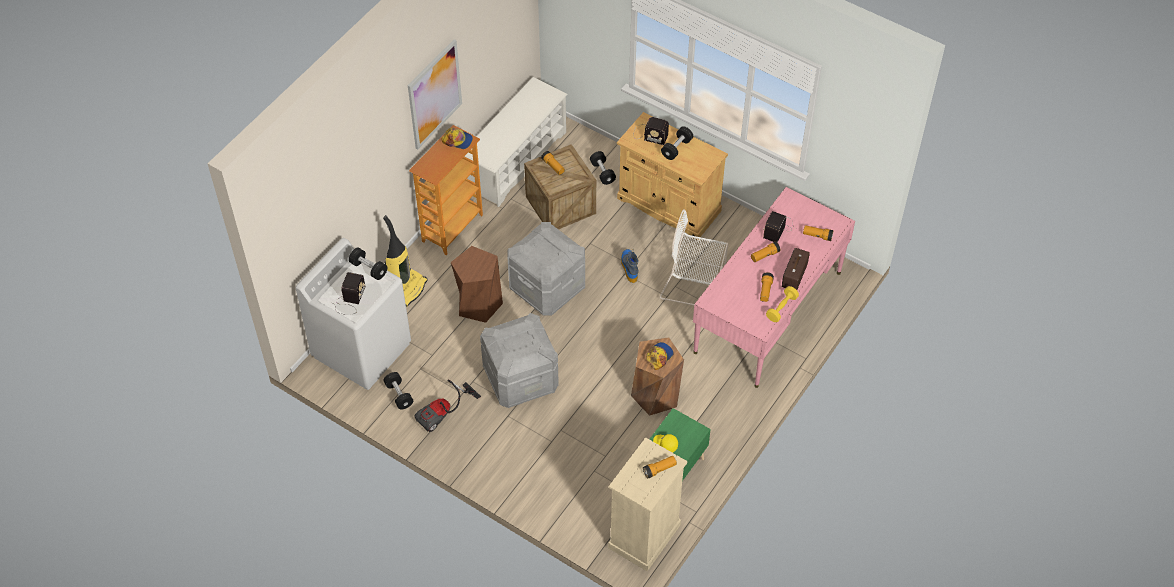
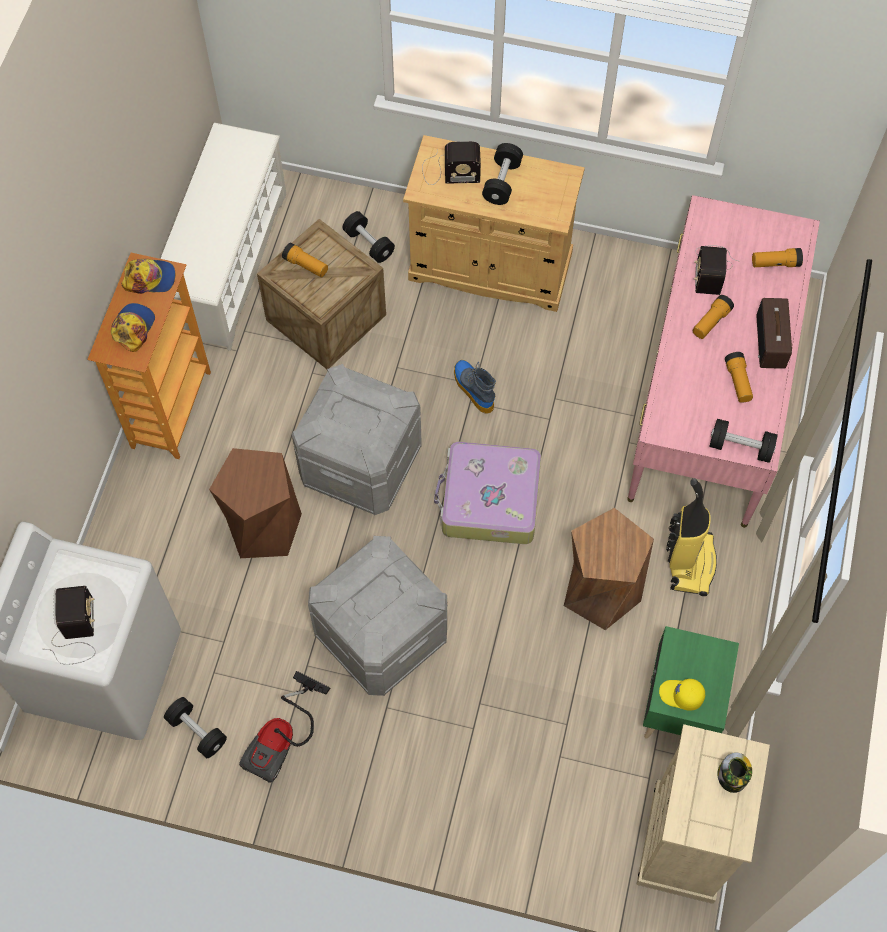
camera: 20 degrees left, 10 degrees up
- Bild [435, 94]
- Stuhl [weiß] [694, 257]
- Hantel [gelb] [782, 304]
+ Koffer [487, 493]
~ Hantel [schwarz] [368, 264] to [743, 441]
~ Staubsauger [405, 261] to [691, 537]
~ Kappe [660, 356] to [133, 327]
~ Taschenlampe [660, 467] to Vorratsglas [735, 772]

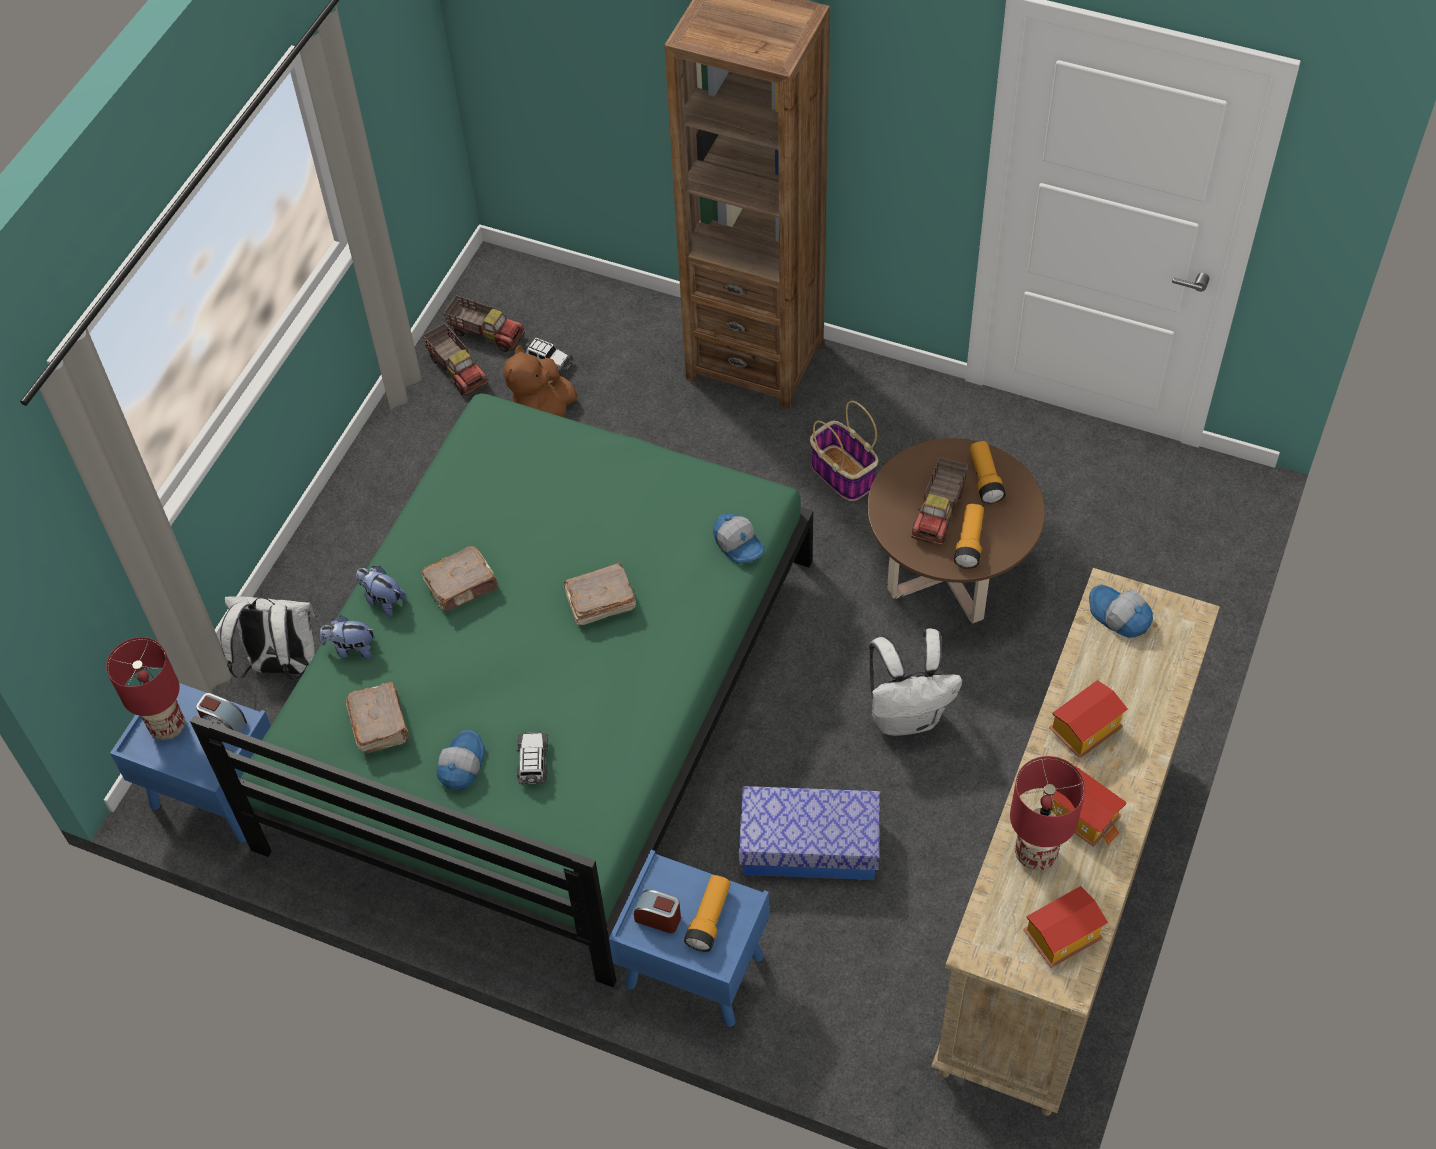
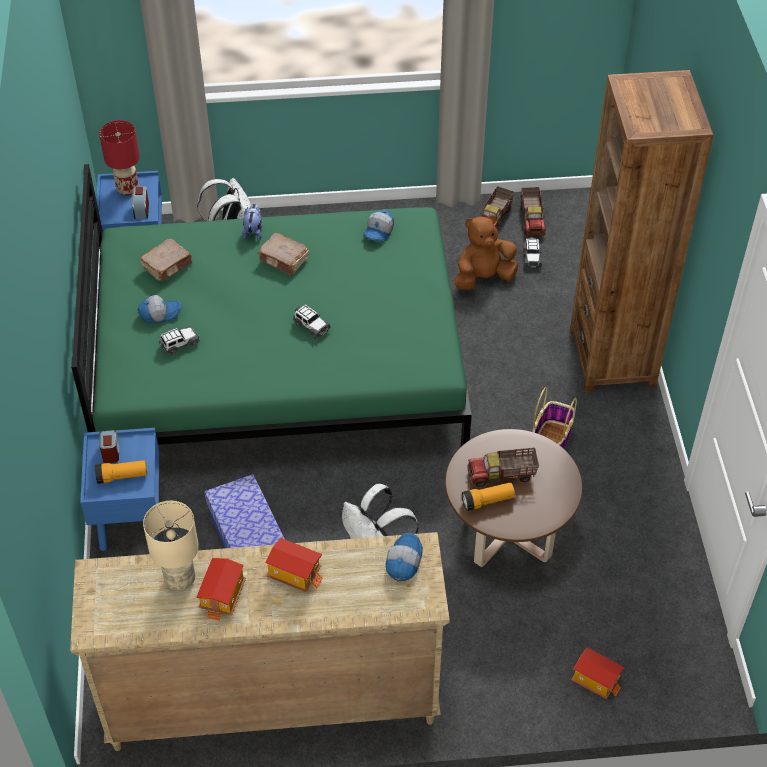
camera: 60 degrees right, 5 degrees down
- Plüschtier [347, 637]
- Taschenlampe [988, 472]
~ Kappe [739, 539] to [378, 226]
~ Spielzeughaus [1066, 927] to [597, 673]
~ Buch [braun] [599, 594] to Spielzeugauto [312, 322]
~ Tischlampe [rot] [1047, 813] to Tischlampe [beige] [171, 545]

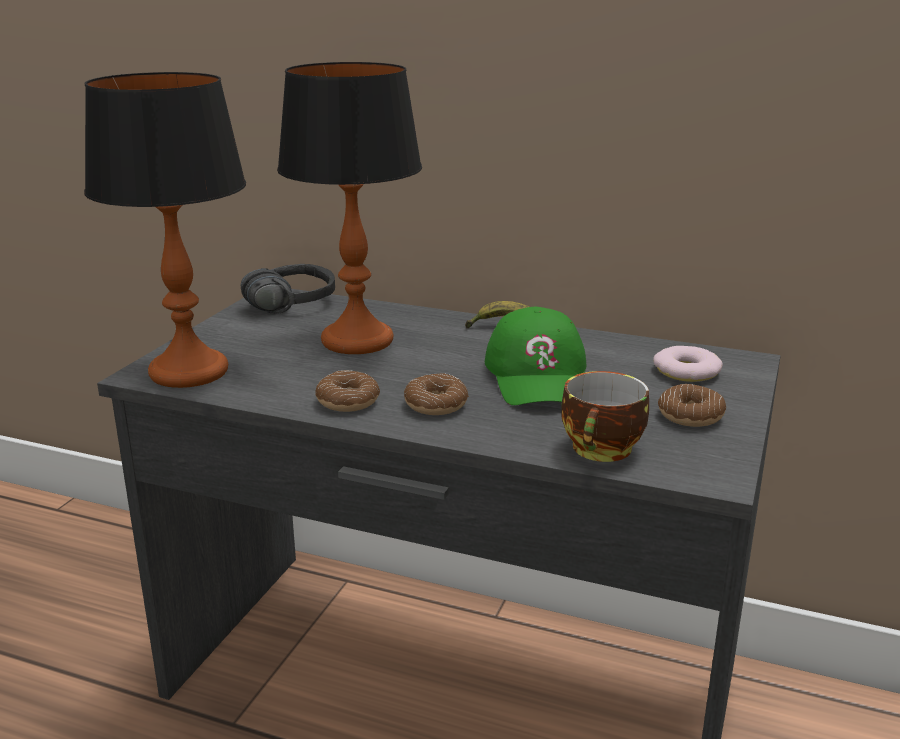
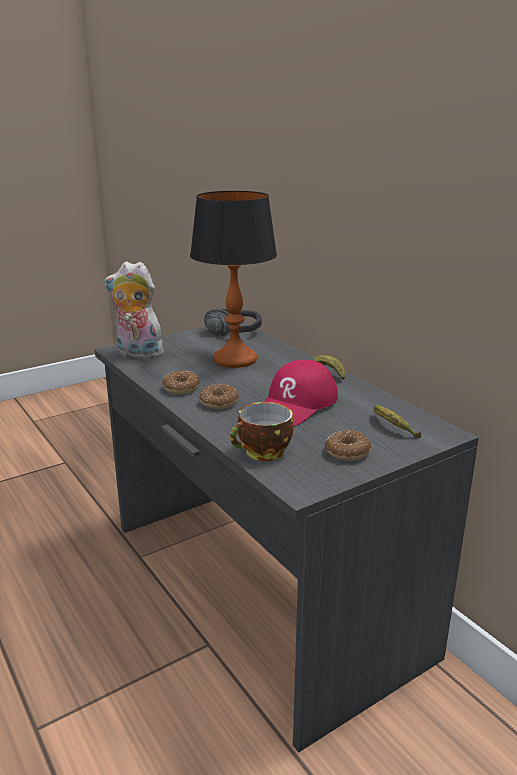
camera: 35 degrees right, 0 degrees up
~ Tischlampe [165, 230] to Plüschtier [135, 310]
~ Donut [688, 364] to Banane [397, 421]
~ Kappe [grün] [535, 356] to Kappe [rot] [301, 393]

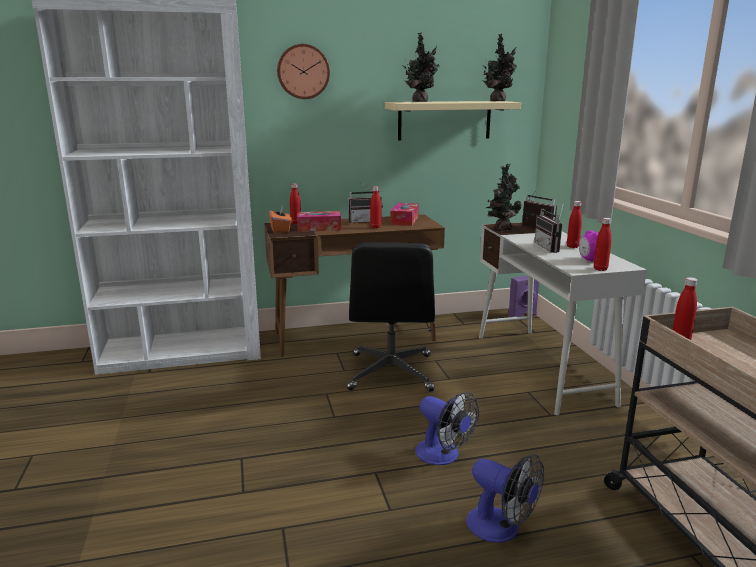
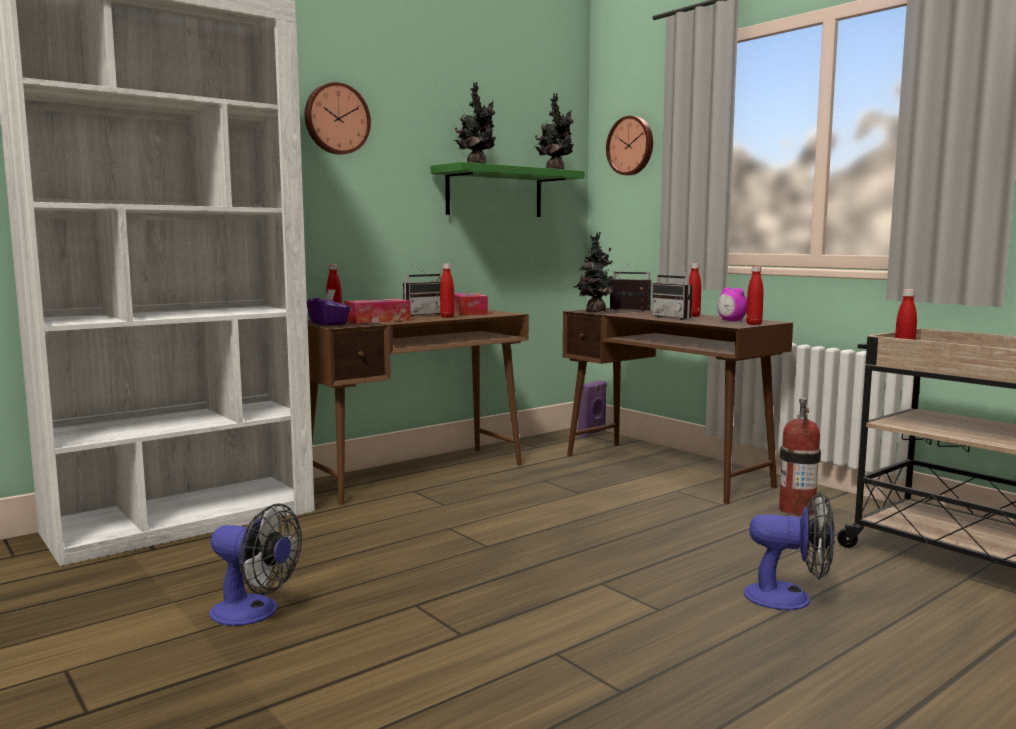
camera: 25 degrees left, 10 degrees down
- Bürostuhl [schwarz] [391, 317]
+ Wanduhr [629, 145]
+ Feuerlöscher [800, 456]
~ Ventilator [447, 428] to [255, 564]
~ Taschentuchbox [orange] [280, 219] to Taschentuchbox [lila] [328, 307]
~ Wandregal [beige] [453, 121] to Wandregal [grün] [507, 189]
~ Schreibtisch [weiß] [563, 319] to Schreibtisch [braun] [678, 406]

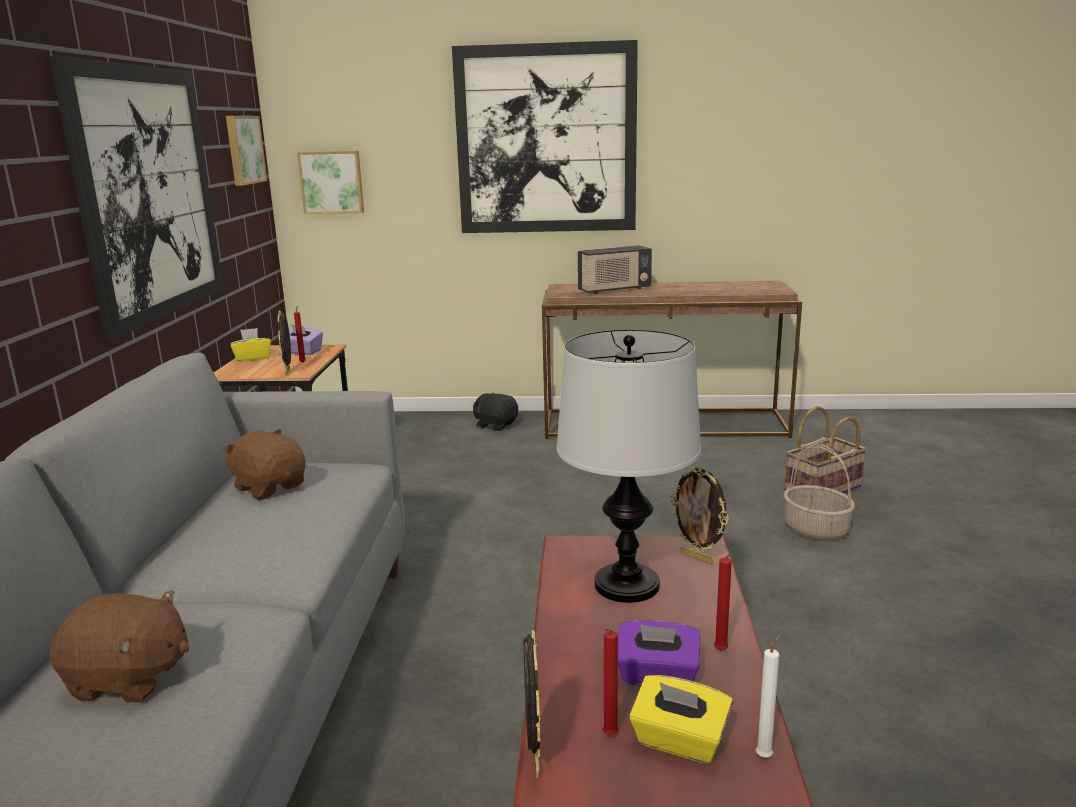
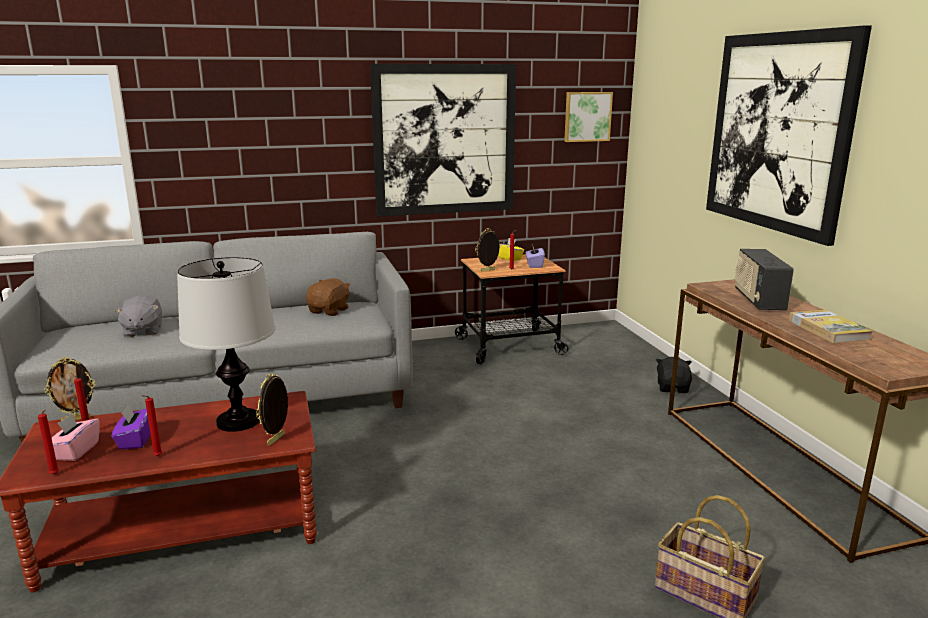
camera: 70 degrees right, 0 degrees up
- Bild [330, 182]
- Korb [819, 492]
+ Buch [831, 326]
~ Plüschtier [braun] [119, 646] to Plüschtier [grau] [138, 316]
~ Taschentuchbox [gelb] [681, 719] to Taschentuchbox [rosa] [76, 437]
~ Kerze [weiß] [768, 695] to Kerze [rot] [48, 442]
~ Radio [615, 269] = [764, 279] 45 degrees clockwise

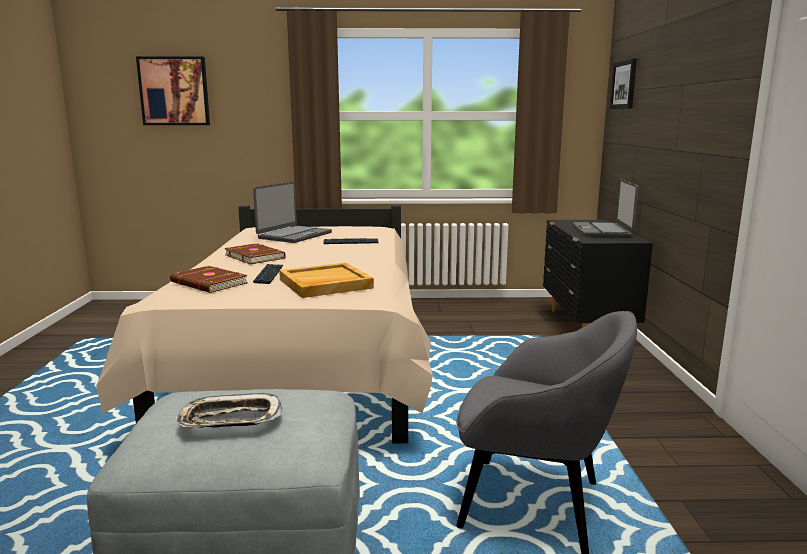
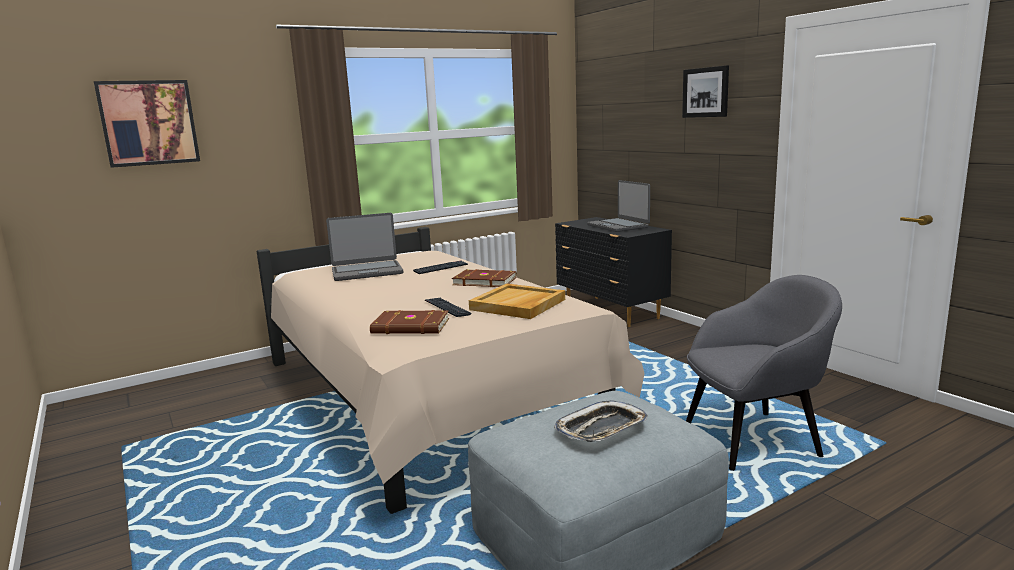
camera: 30 degrees left, 0 degrees up
~ Buch [braun] [255, 253] to [484, 278]
~ Bild [623, 83] to [705, 91]
~ Laptop [292, 212] = [364, 247] 75 degrees clockwise

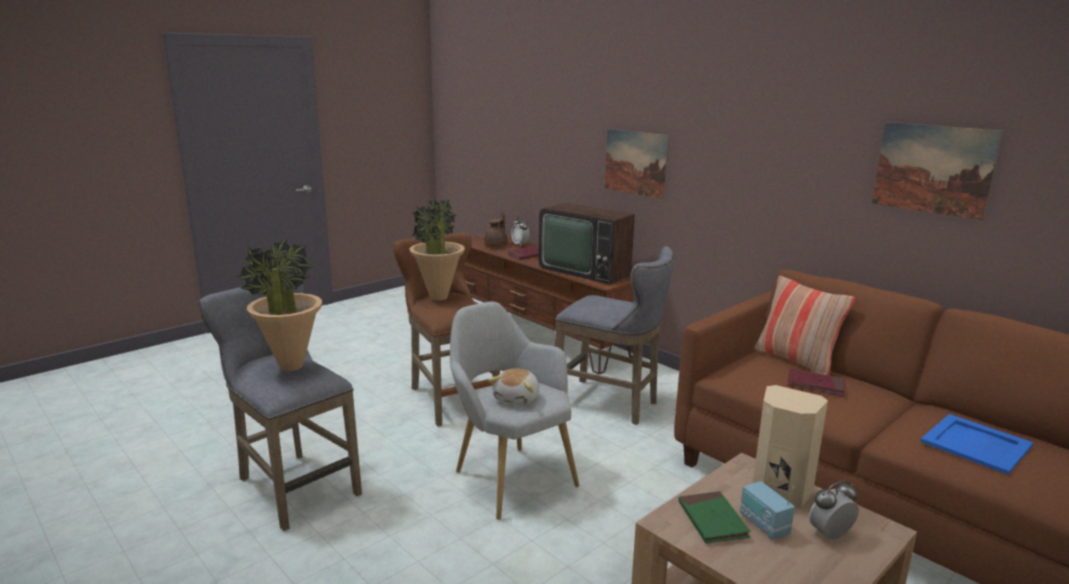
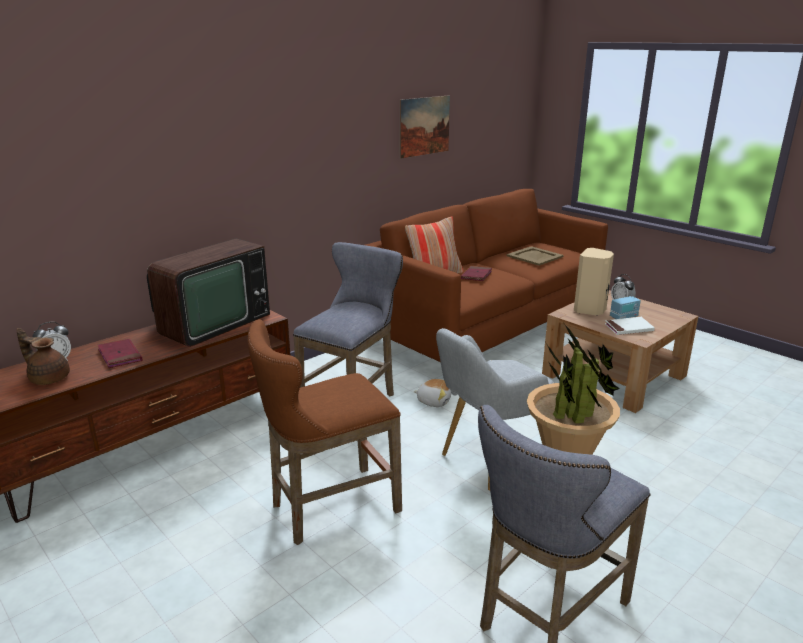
camera: 90 degrees left, 5 degrees up
- Topfpflanze [437, 248]
- Bild [637, 164]
~ Plüschtier [513, 387] to [432, 393]
~ Buch [grün] [714, 517] to Buch [weiß] [630, 326]
~ Tablett [blau] [977, 444] to Tablett [beige] [535, 256]

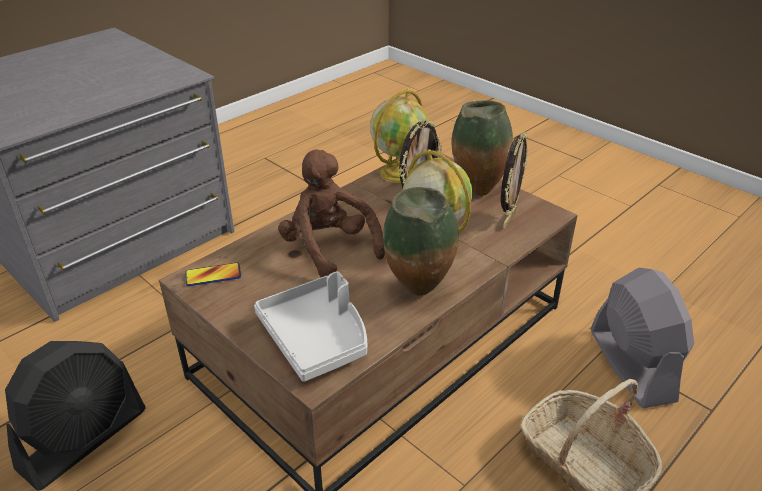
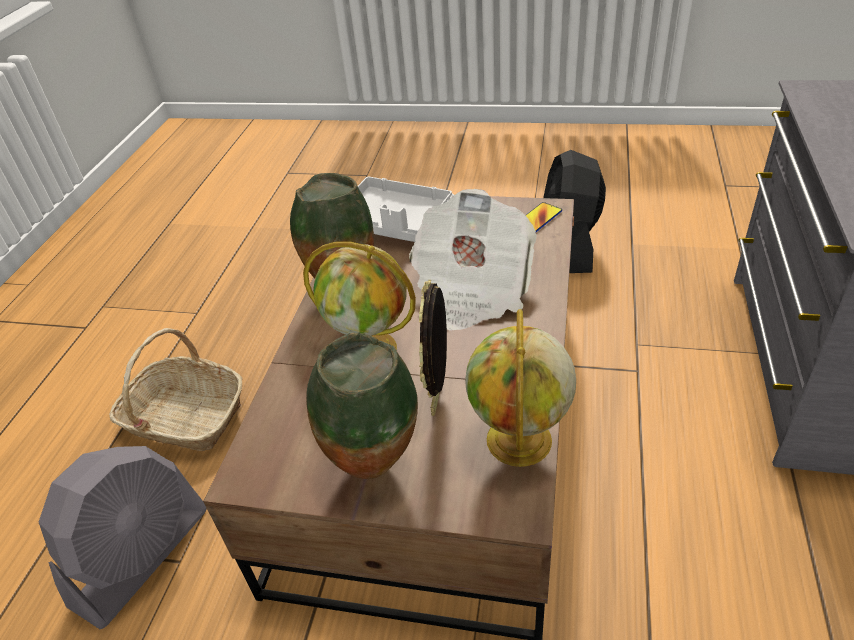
camera: 150 degrees right, 5 degrees up
- Bilderrahmen [514, 180]
~ Plüschtier [braun] [331, 213] to Zeitung [473, 260]
~ Ventilator [grau] [642, 338] = [123, 537] 105 degrees counterclockwise

